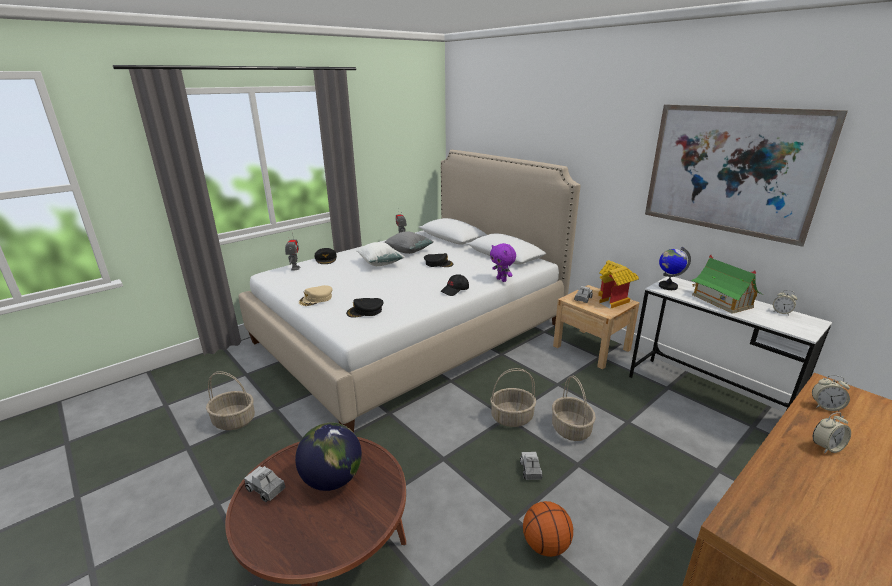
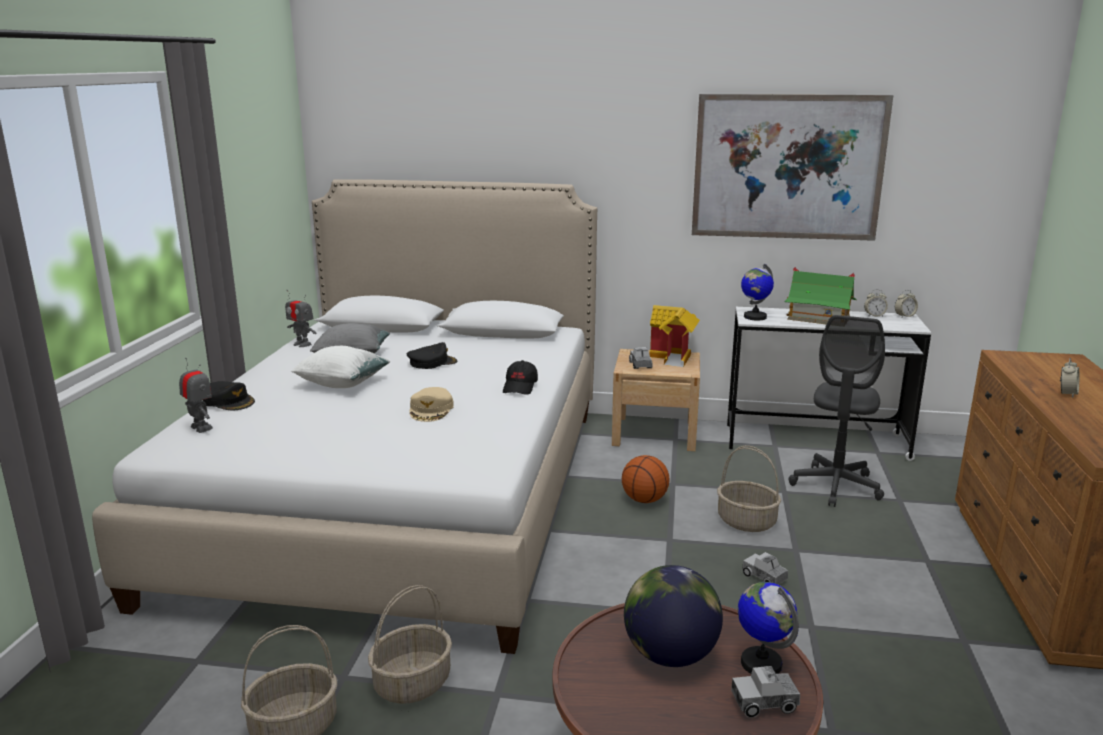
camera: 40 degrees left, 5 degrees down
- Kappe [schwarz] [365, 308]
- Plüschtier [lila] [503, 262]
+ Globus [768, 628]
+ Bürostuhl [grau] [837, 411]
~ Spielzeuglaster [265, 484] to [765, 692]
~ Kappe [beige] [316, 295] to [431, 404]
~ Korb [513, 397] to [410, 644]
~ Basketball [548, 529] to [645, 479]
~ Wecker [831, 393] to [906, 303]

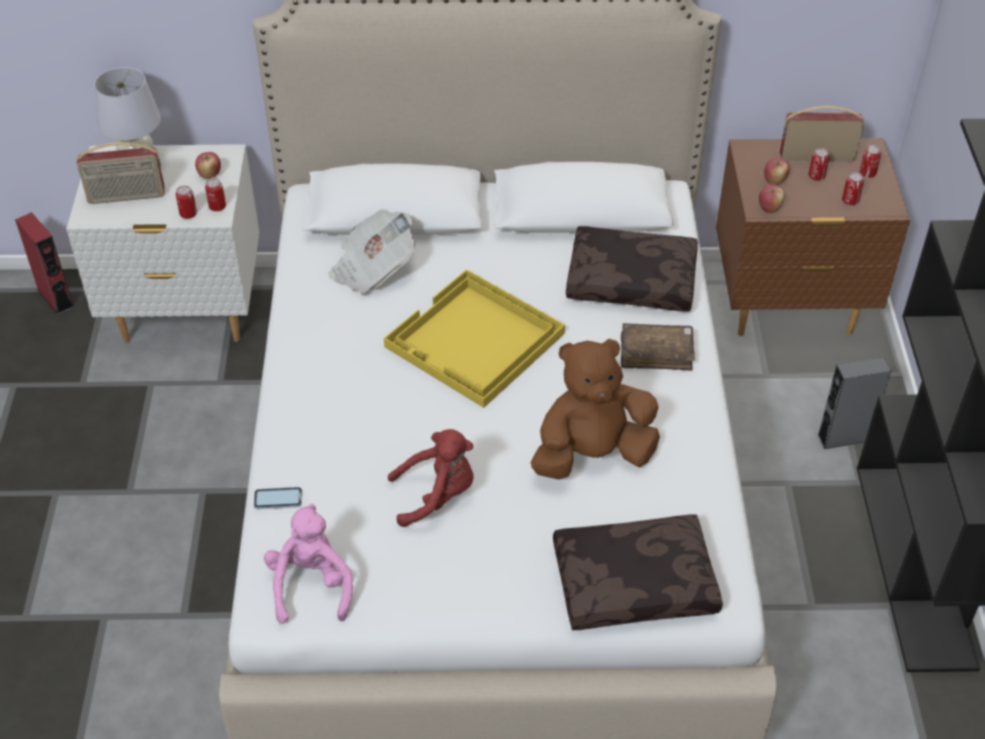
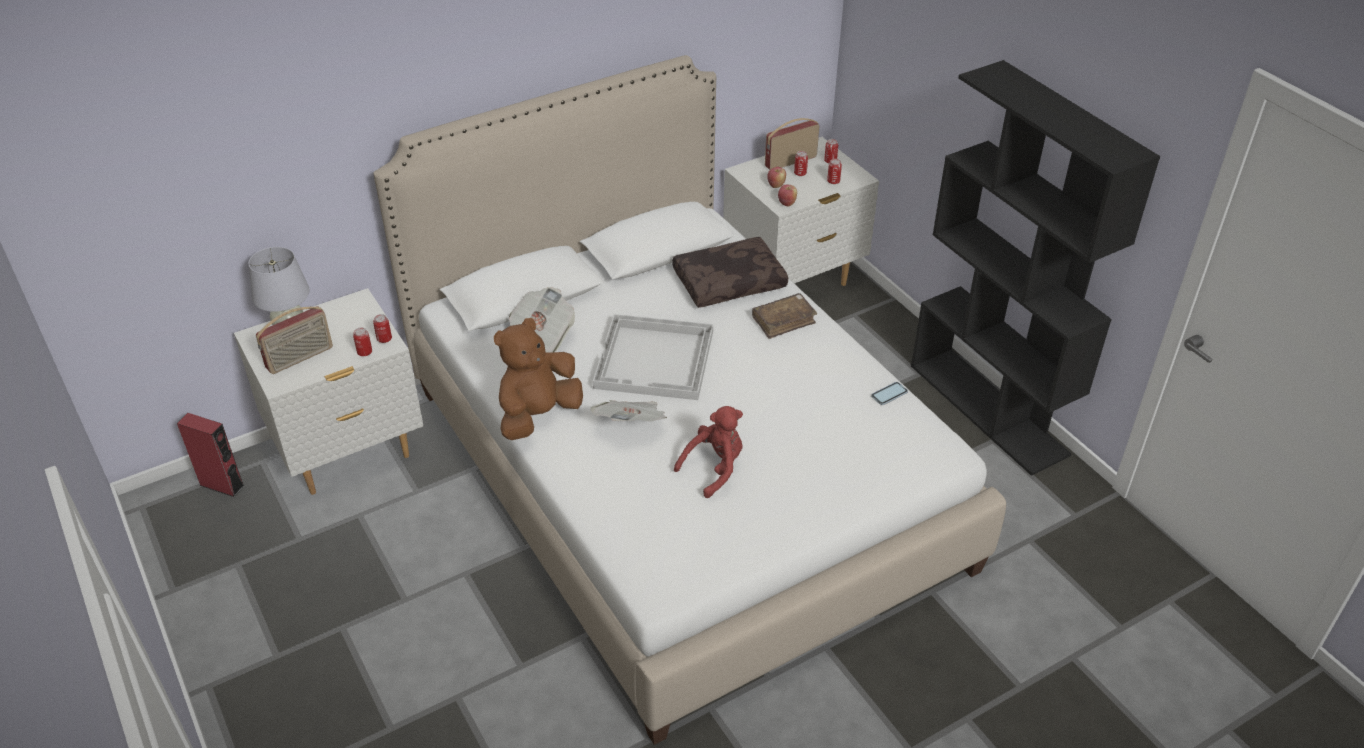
camera: 30 degrees left, 5 degrees down
- Apfel [208, 165]
- Plüschtier [rosa] [308, 564]
- Kissen [braun] [638, 572]
- Lautsprecher [grau] [854, 403]
+ Zeitung [628, 411]
~ Handy [278, 498] to [889, 393]
~ Plüschtier [braun] [595, 409] to [538, 379]
~ Tablett [gelb] [474, 338] to Tablett [weiß] [653, 357]
~ Nachttisch [braun] [813, 237] to Nachttisch [weiß] [801, 211]

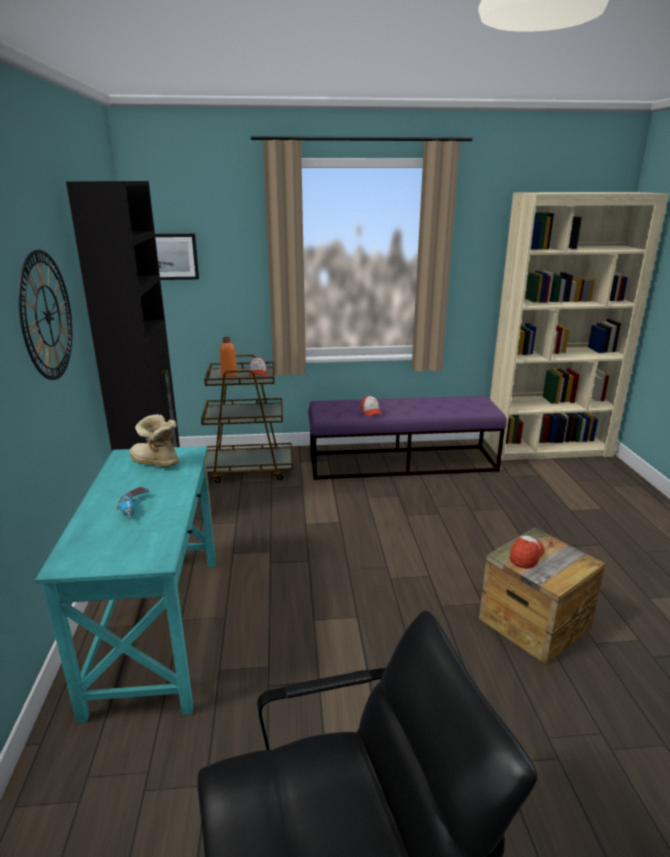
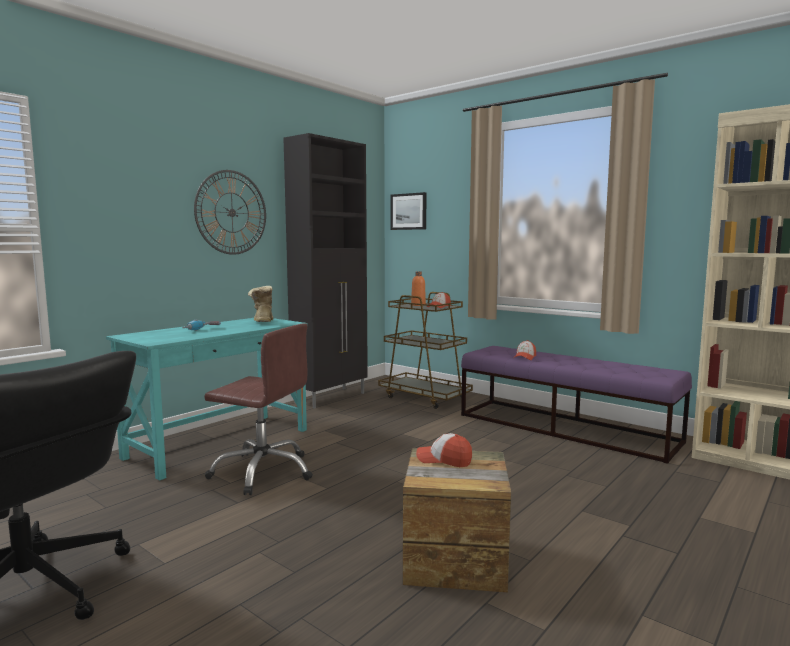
camera: 45 degrees right, 15 degrees down
+ Bürostuhl [braun] [258, 409]
~ Kappe [527, 552] = [444, 450] 150 degrees counterclockwise

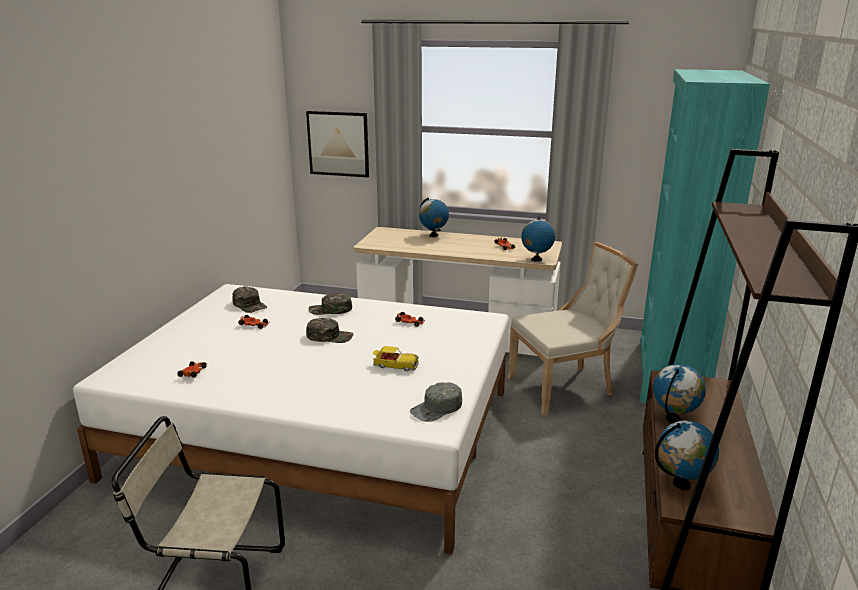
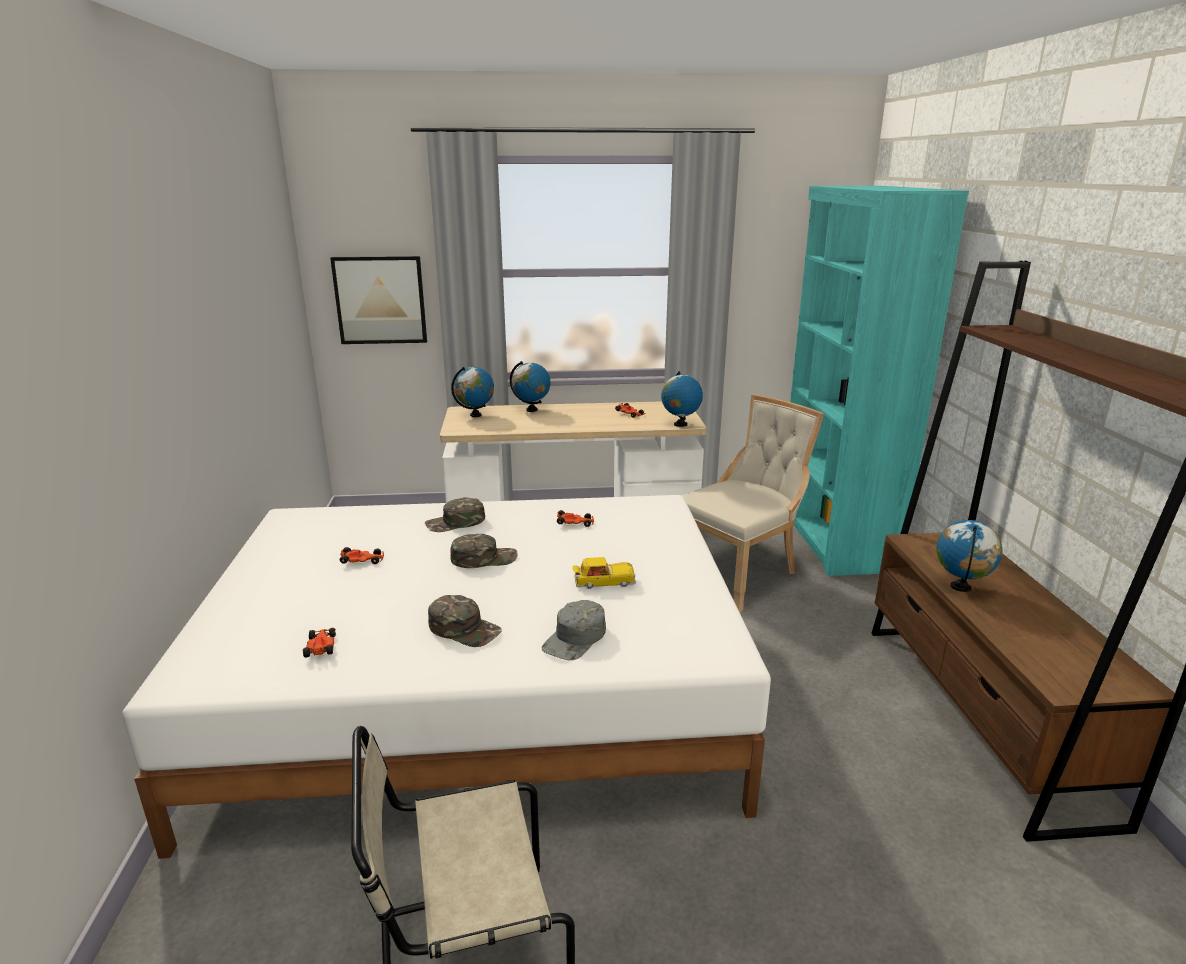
camera: 20 degrees left, 0 degrees up
~ Kappe [grün] [249, 299] to [465, 621]
~ Kappe [grau] [436, 402] to [574, 630]
~ Globus [687, 455] to [472, 392]

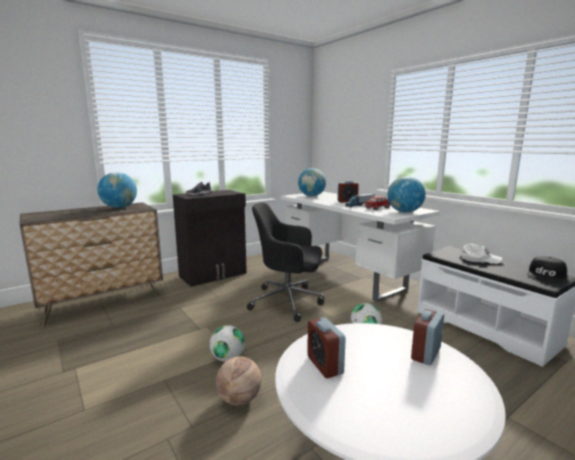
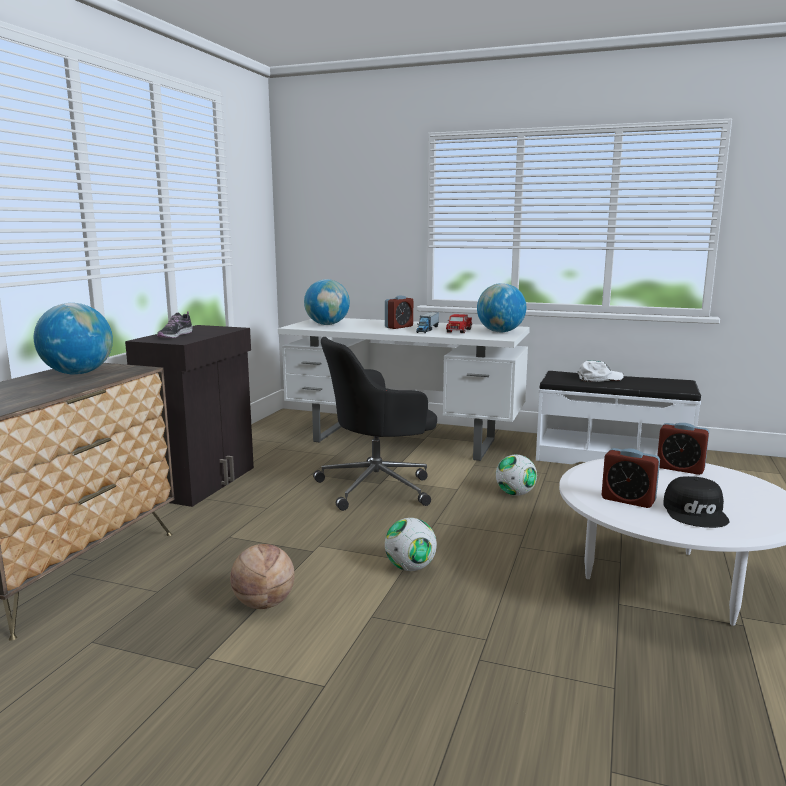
camera: 35 degrees left, 0 degrees up
~ Basketball [238, 380] to [262, 576]
~ Kappe [schwarz] [547, 269] to [696, 502]
~ Wecker [427, 337] = [683, 449] 60 degrees counterclockwise

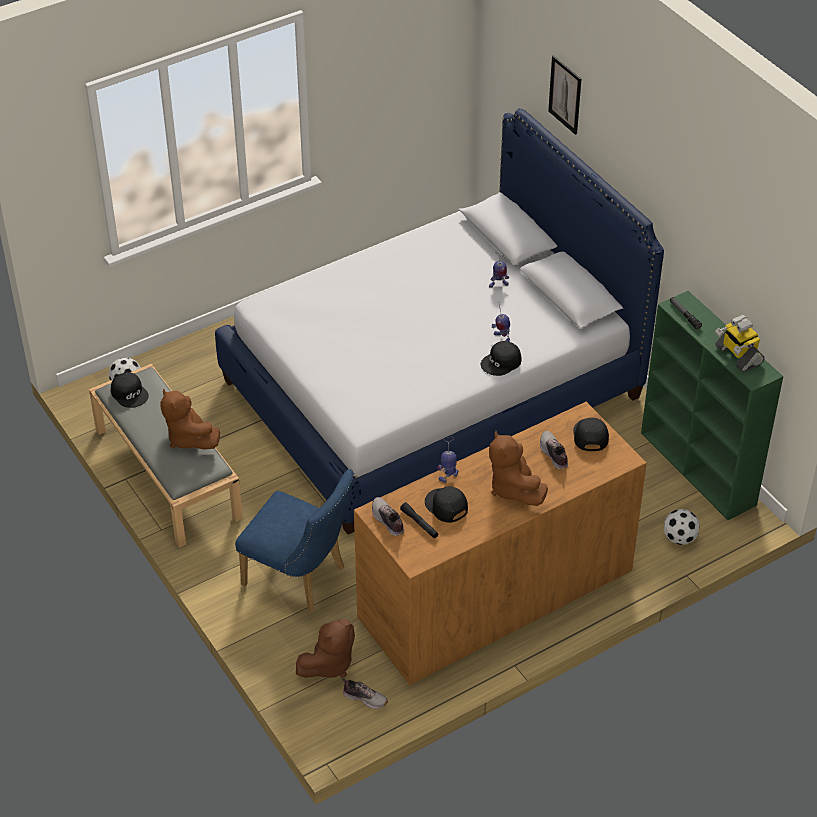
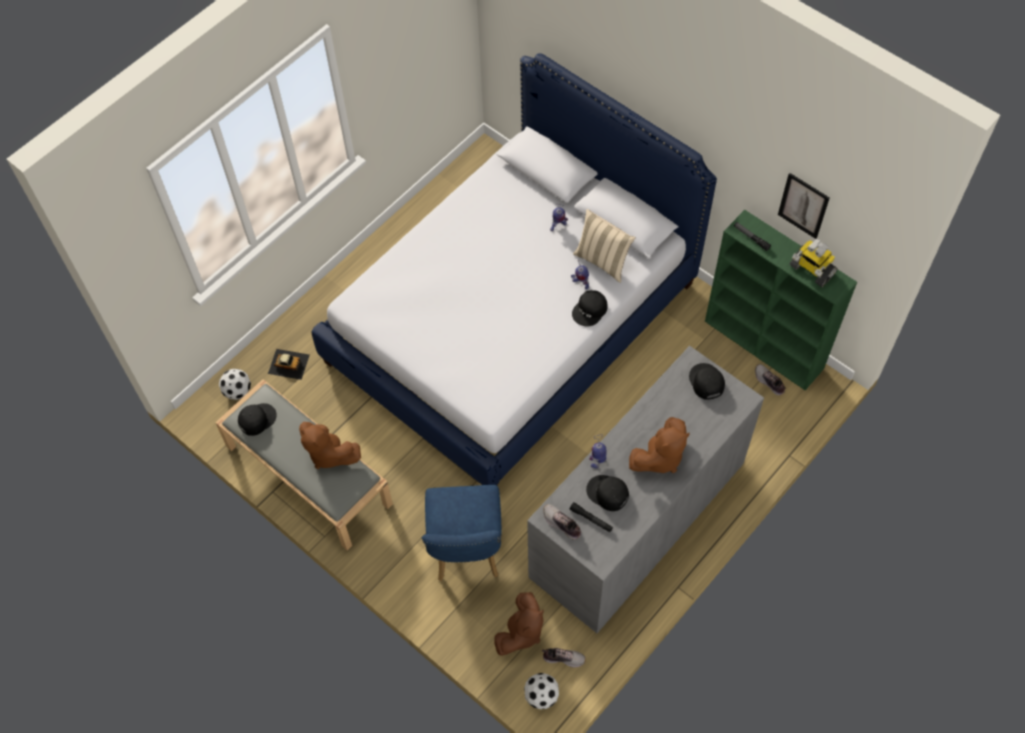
camera: 15 degrees left, 15 degrees up
+ Spielzeugauto [289, 364]
+ Kissen [beige] [604, 246]
~ Schuh [554, 450] to [770, 379]
~ Bild [564, 95] to [804, 206]
~ Fußball [682, 527] to [541, 691]
~ Kommode [braun] [500, 543] to Kommode [grau] [645, 489]
~ Kappe [schwarz] [130, 390] = [257, 419] 75 degrees counterclockwise
~ Stuhl [blau] [294, 540] = [462, 533] 75 degrees clockwise
~ Plüschtier [braun] [518, 468] = [659, 445] 90 degrees counterclockwise

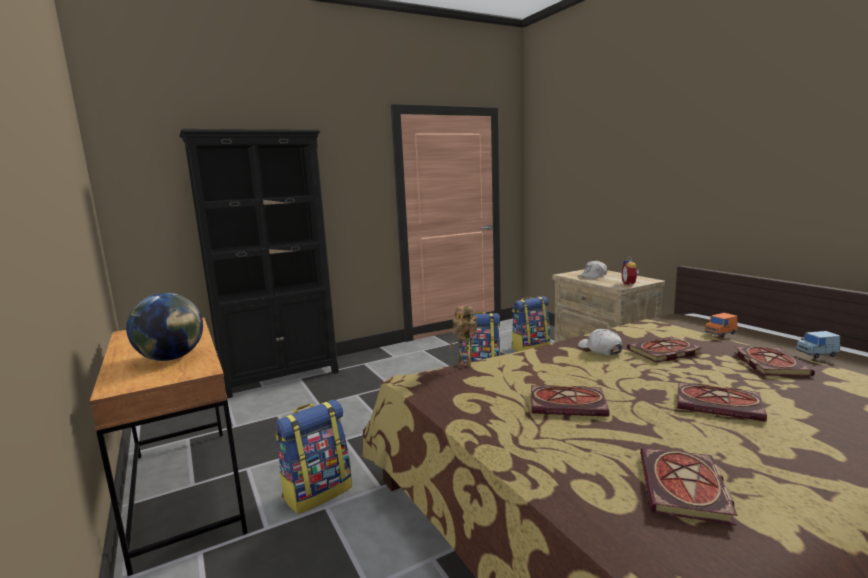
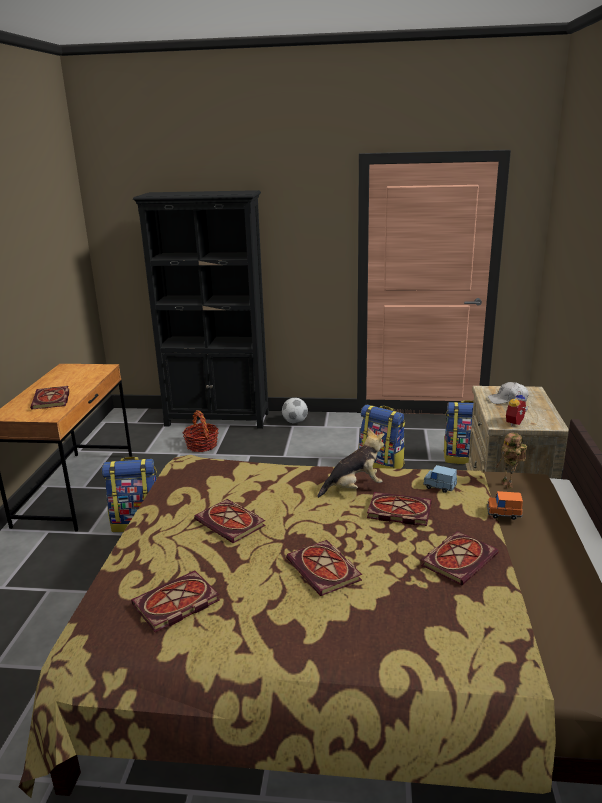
camera: 35 degrees right, 10 degrees up
+ Korb [200, 431]
+ Fußball [295, 411]
~ Spielzeugroboter [463, 336] to [511, 461]
~ Spielzeugauto [blau] [818, 344] to [440, 479]
~ Globus [164, 327] to Buch [49, 398]
~ Kappe [weiß] [600, 342] to Plüschtier [350, 463]

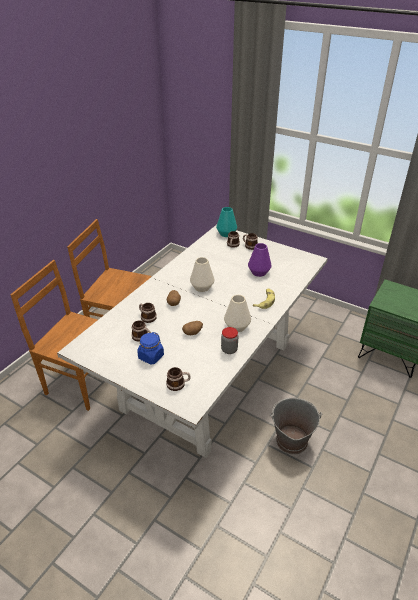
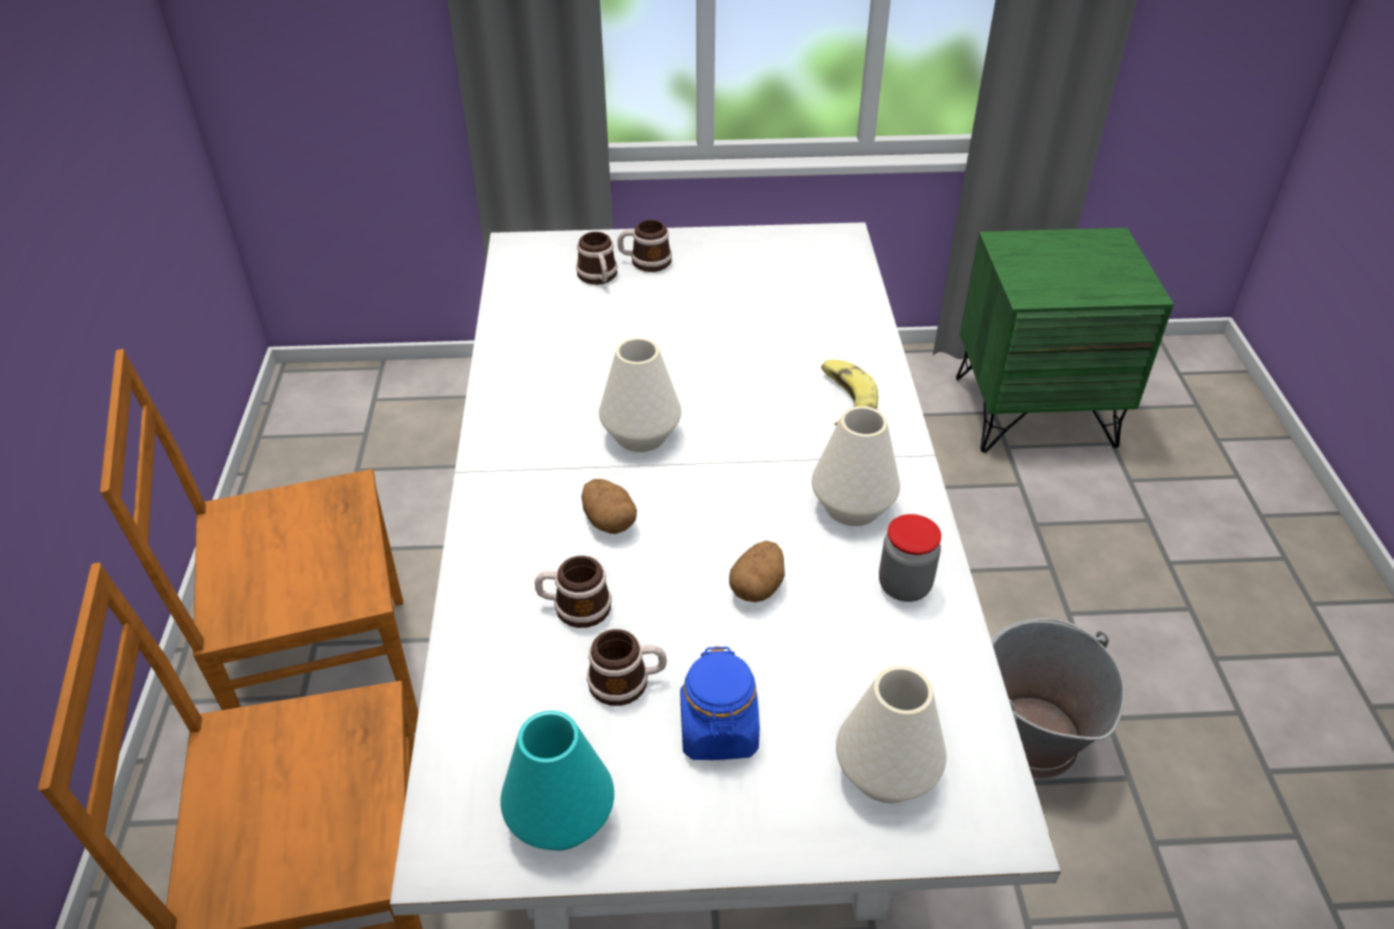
camera: 35 degrees left, 5 degrees up
- Vase [lila] [260, 260]
~ Vase [türkis] [226, 222] to [557, 781]
~ Henkelbecher [178, 379] to Vase [weiß] [891, 734]

